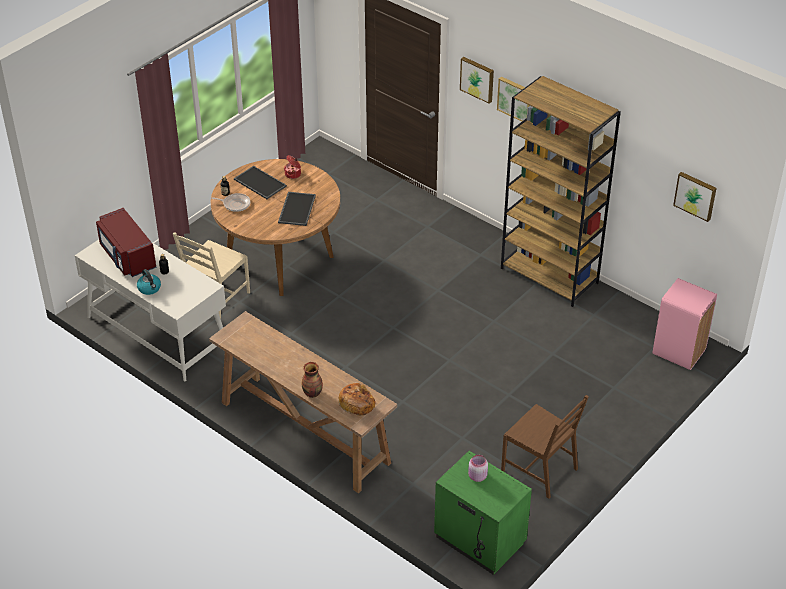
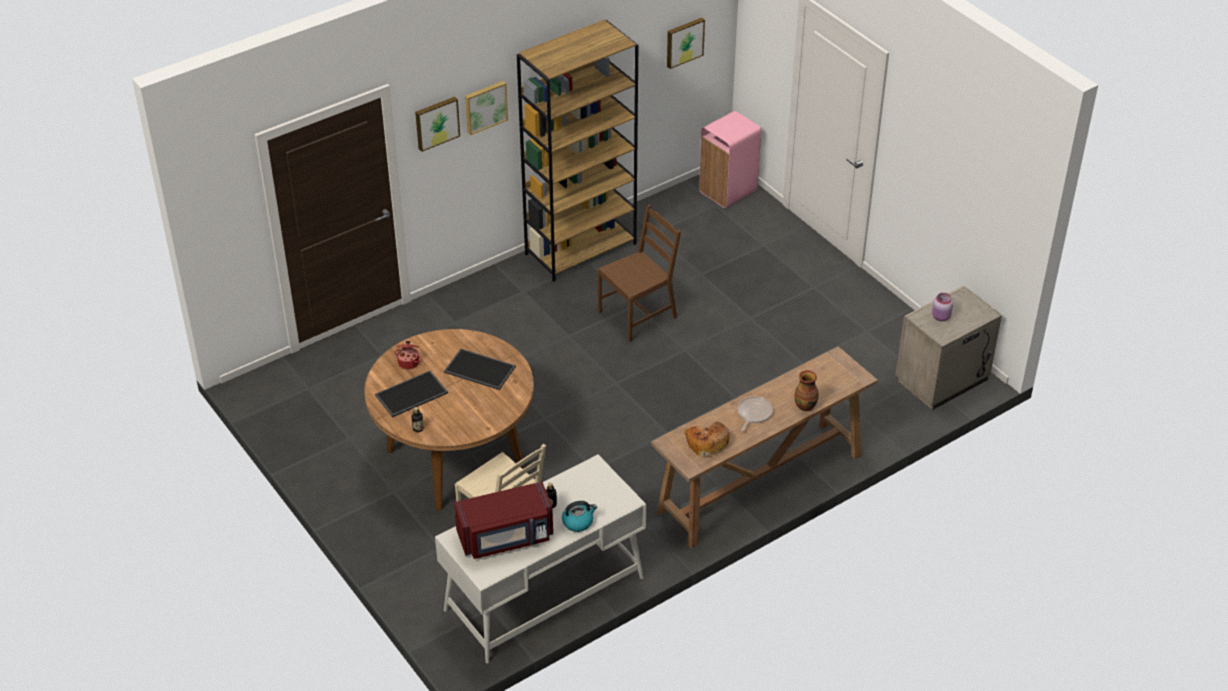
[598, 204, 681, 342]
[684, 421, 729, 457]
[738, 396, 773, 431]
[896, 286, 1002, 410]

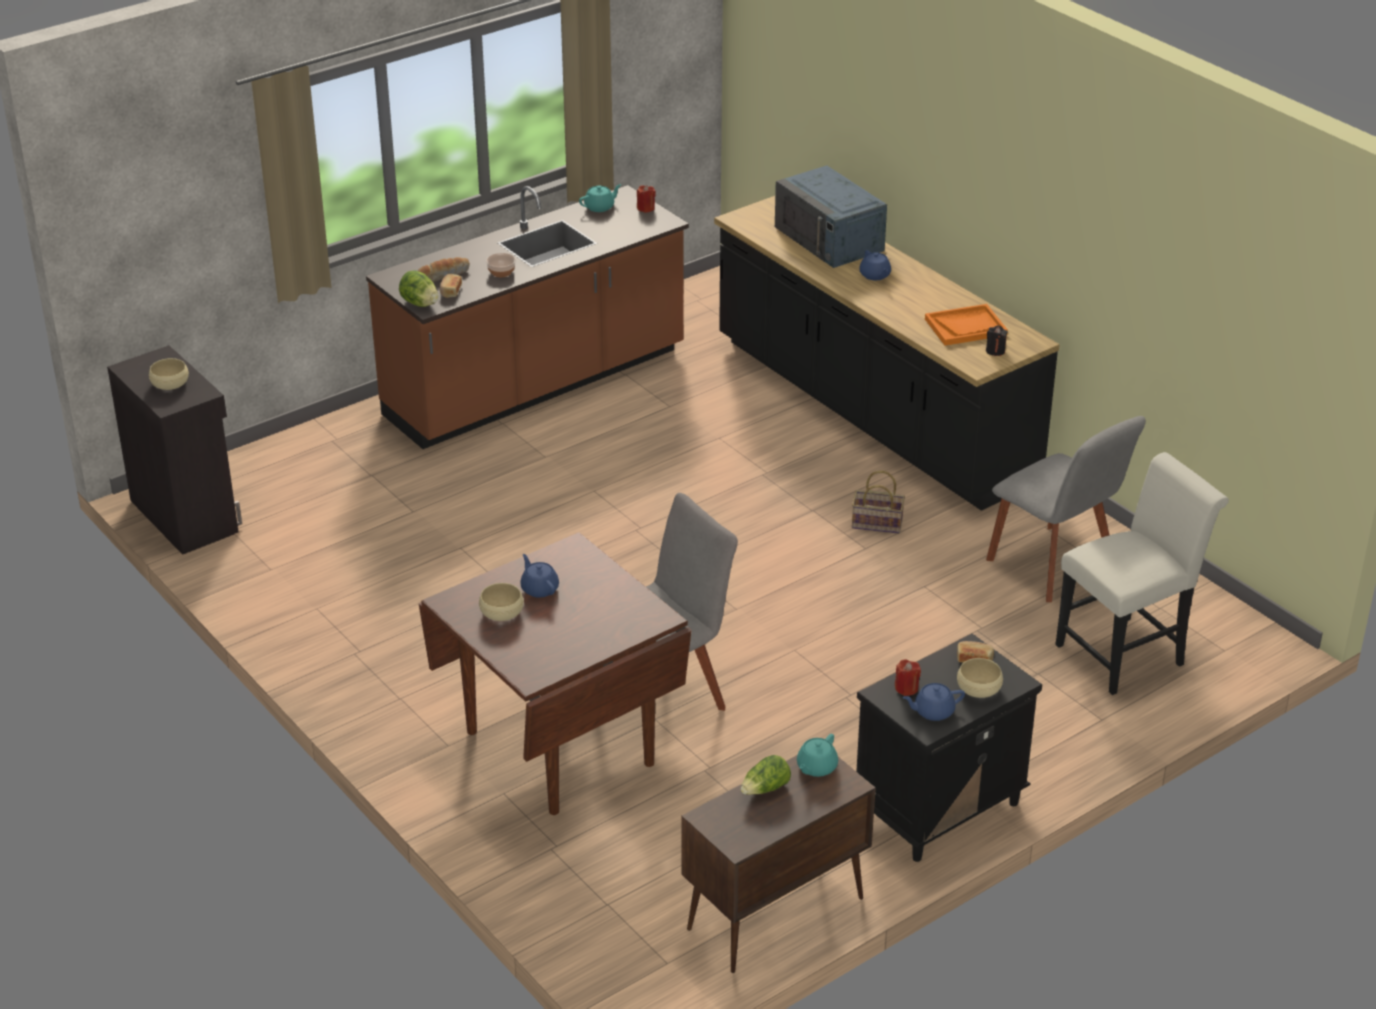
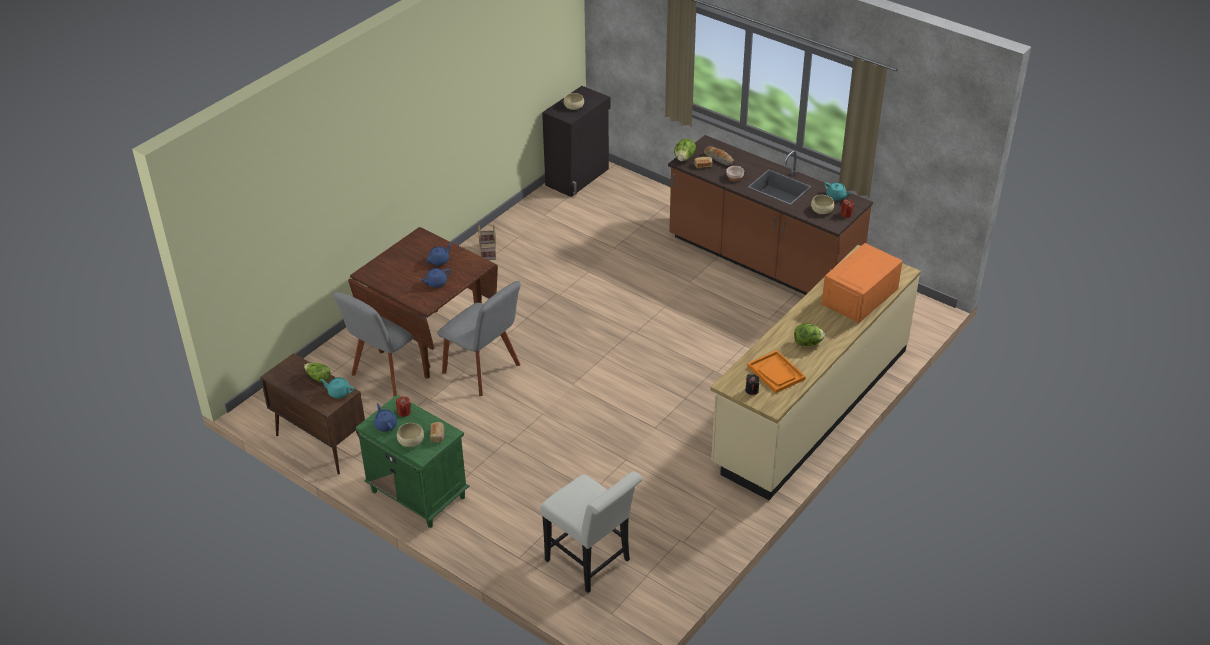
[333, 292, 430, 397]
[356, 394, 469, 528]
[420, 268, 450, 288]
[478, 225, 496, 260]
[710, 245, 921, 500]
[794, 323, 825, 346]
[811, 195, 834, 214]
[821, 243, 902, 323]

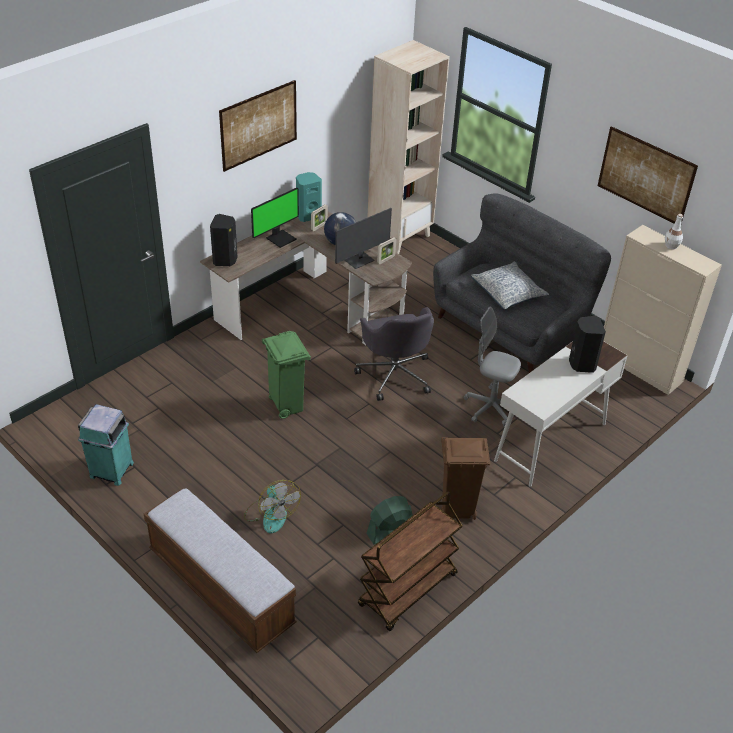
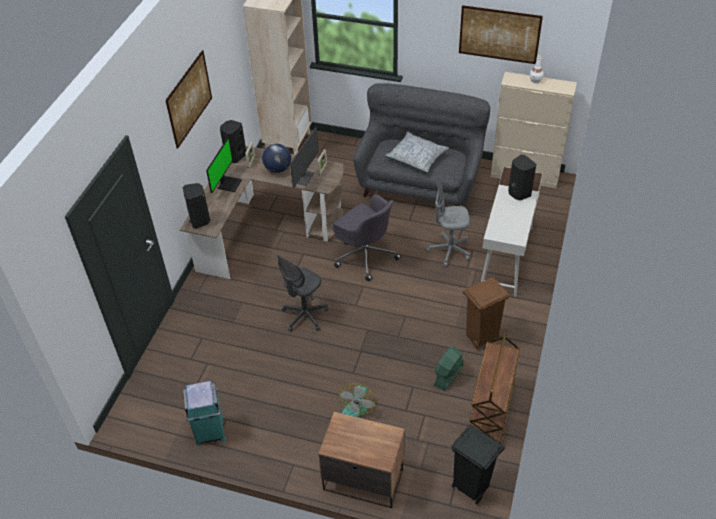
[220, 120, 246, 163]
[277, 255, 328, 332]
[318, 412, 405, 508]
[338, 383, 376, 417]
[451, 424, 505, 505]

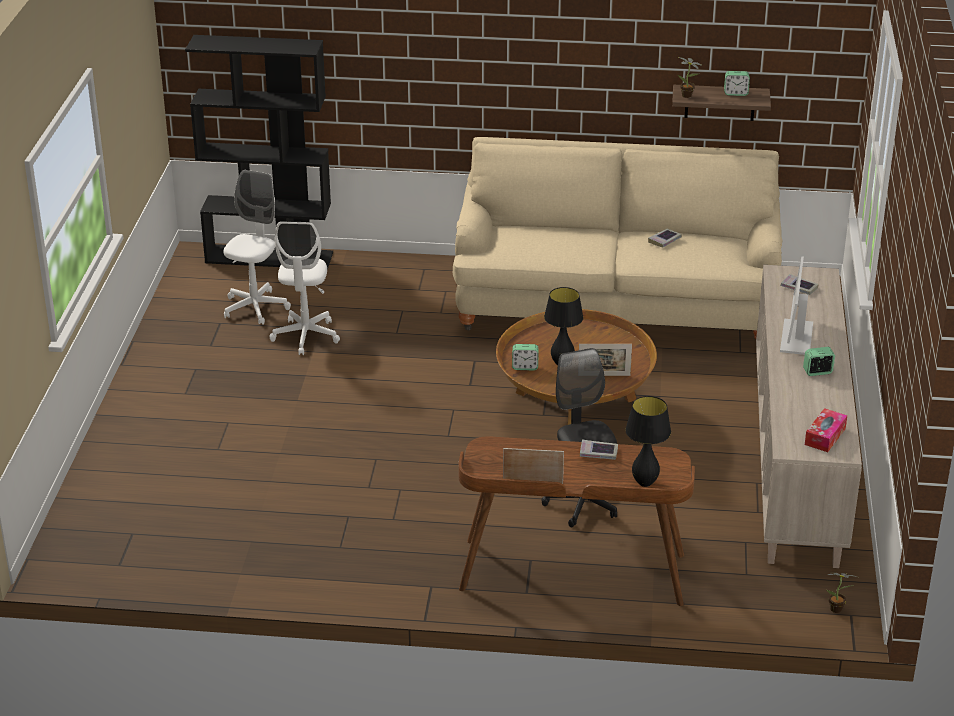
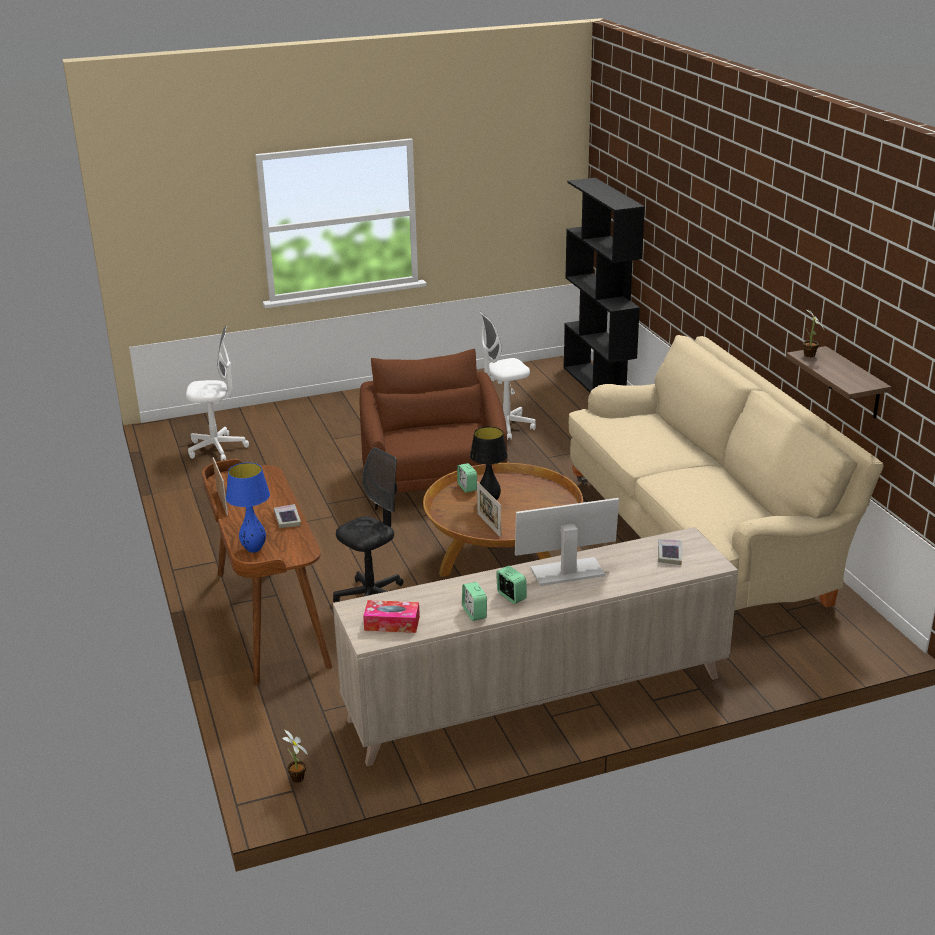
[186, 326, 249, 461]
[226, 462, 270, 553]
[359, 349, 507, 510]
[462, 582, 487, 621]
[648, 229, 682, 248] (first image)

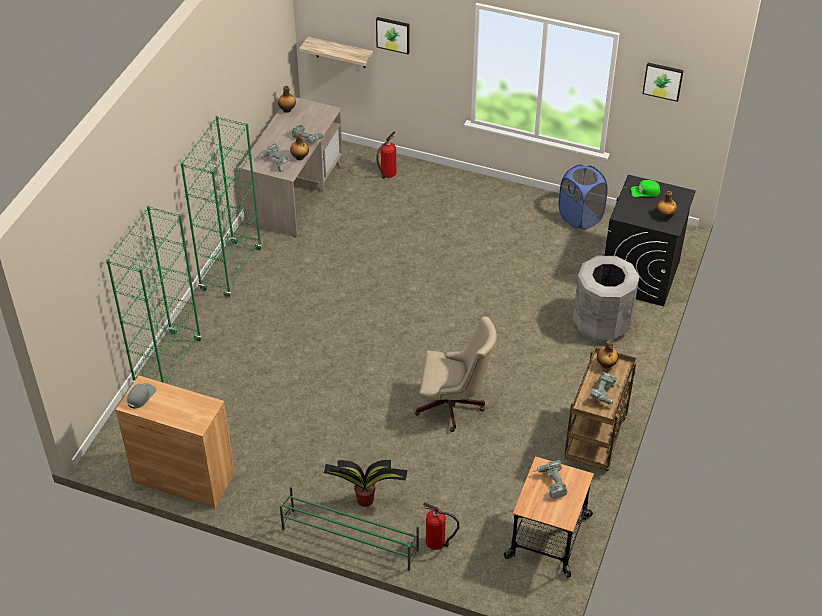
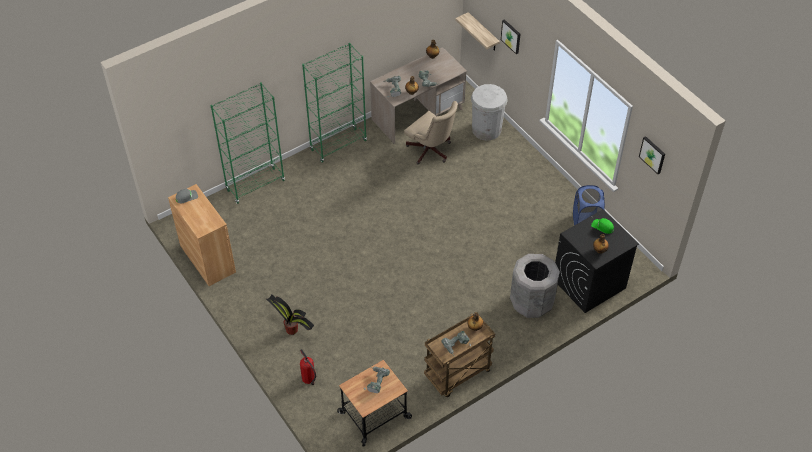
[404, 101, 458, 164]
[471, 84, 508, 141]
[279, 486, 419, 571] (first image)

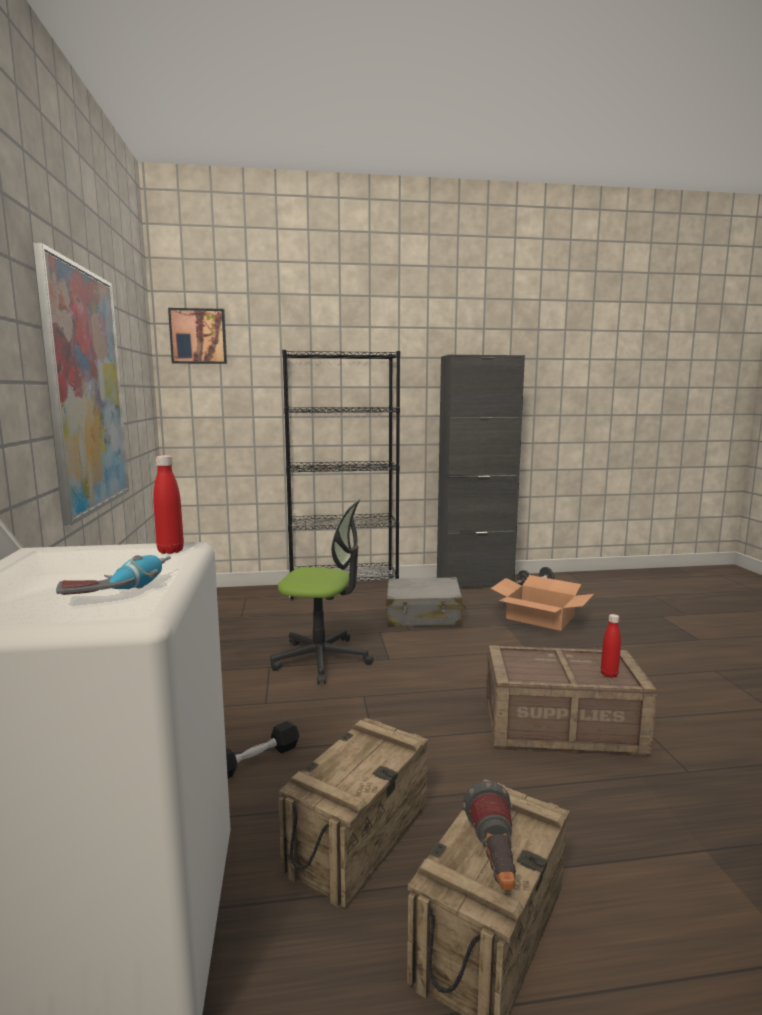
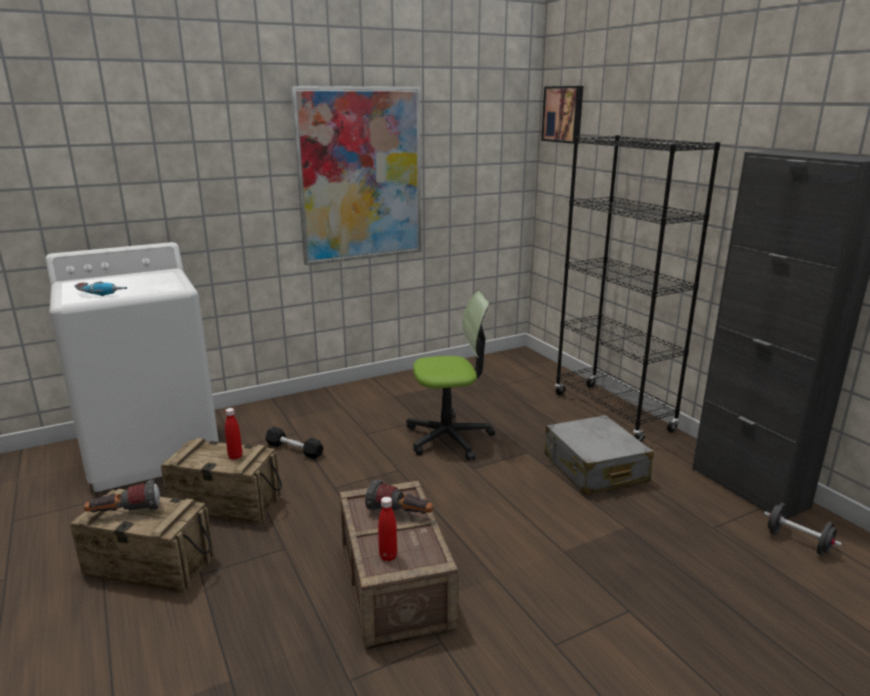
[225, 408, 243, 460]
[365, 479, 433, 514]
[406, 291, 495, 461]
[490, 575, 594, 631] (first image)

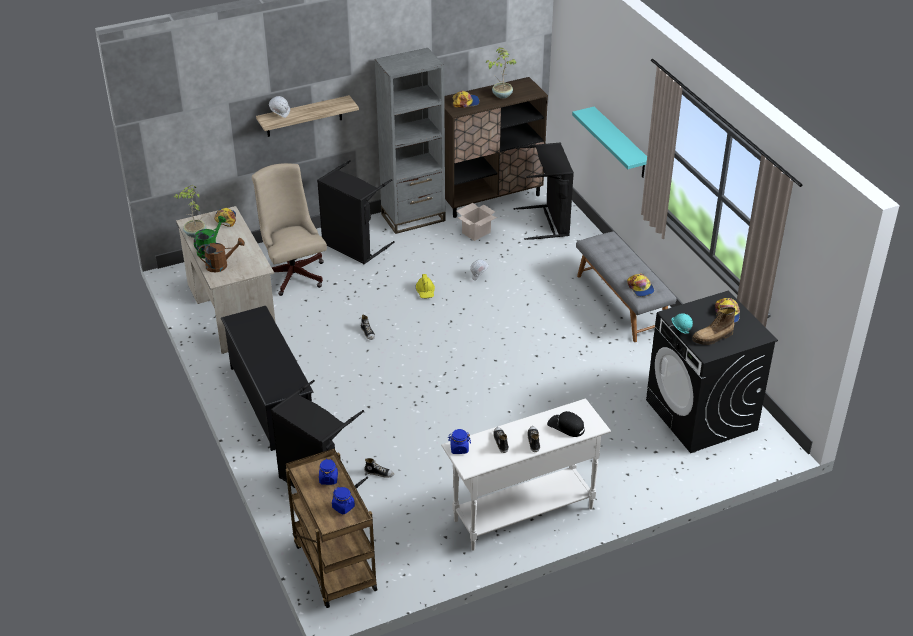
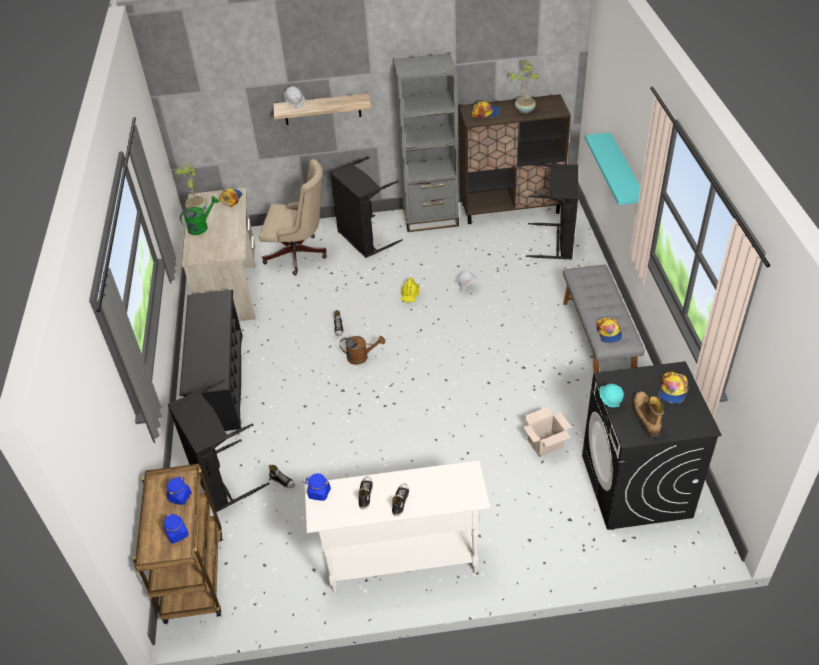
[259, 159, 327, 275]
[340, 336, 385, 365]
[523, 407, 571, 457]
[632, 391, 664, 438]
[547, 411, 585, 437] (first image)

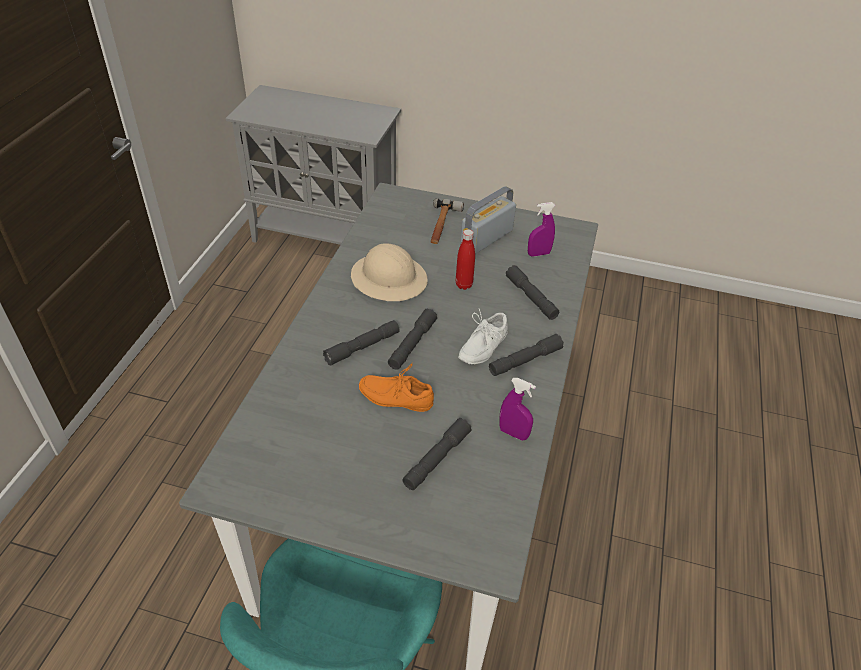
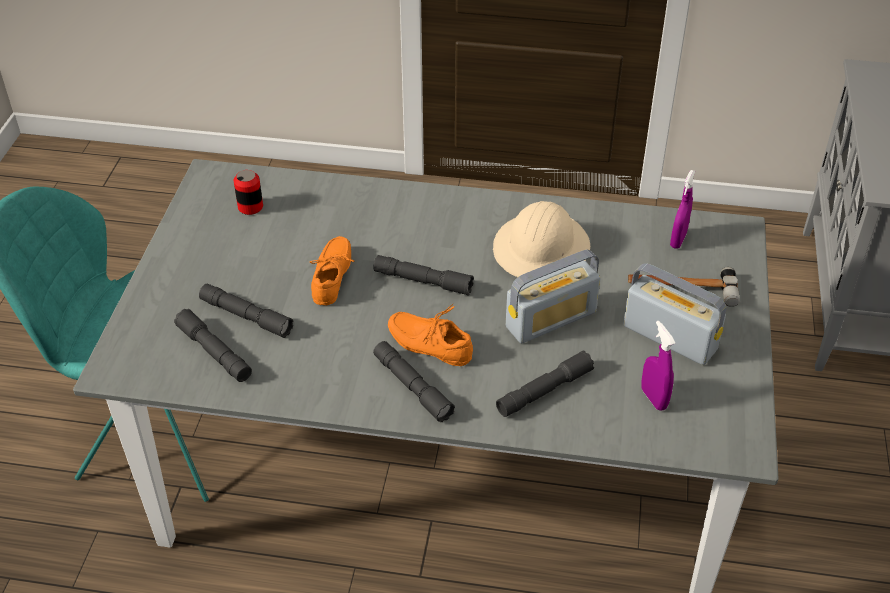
[174, 309, 252, 382]
[234, 170, 263, 215]
[388, 303, 473, 366]
[506, 249, 601, 343]
[670, 170, 695, 249]

